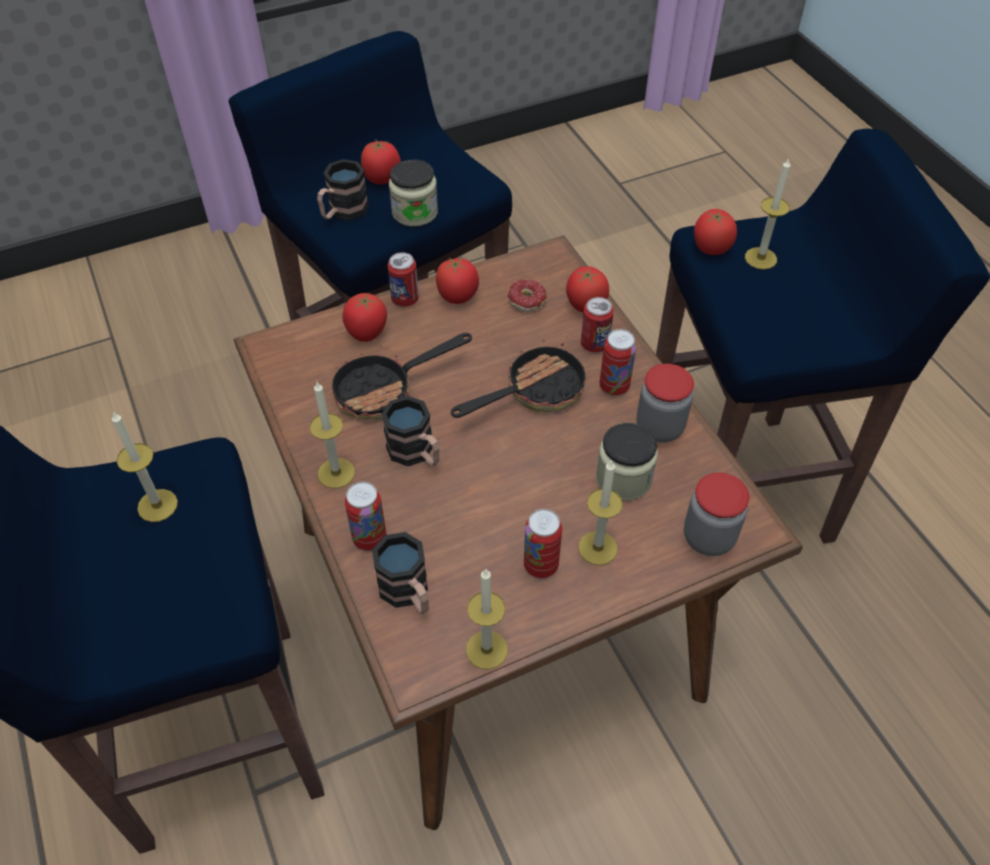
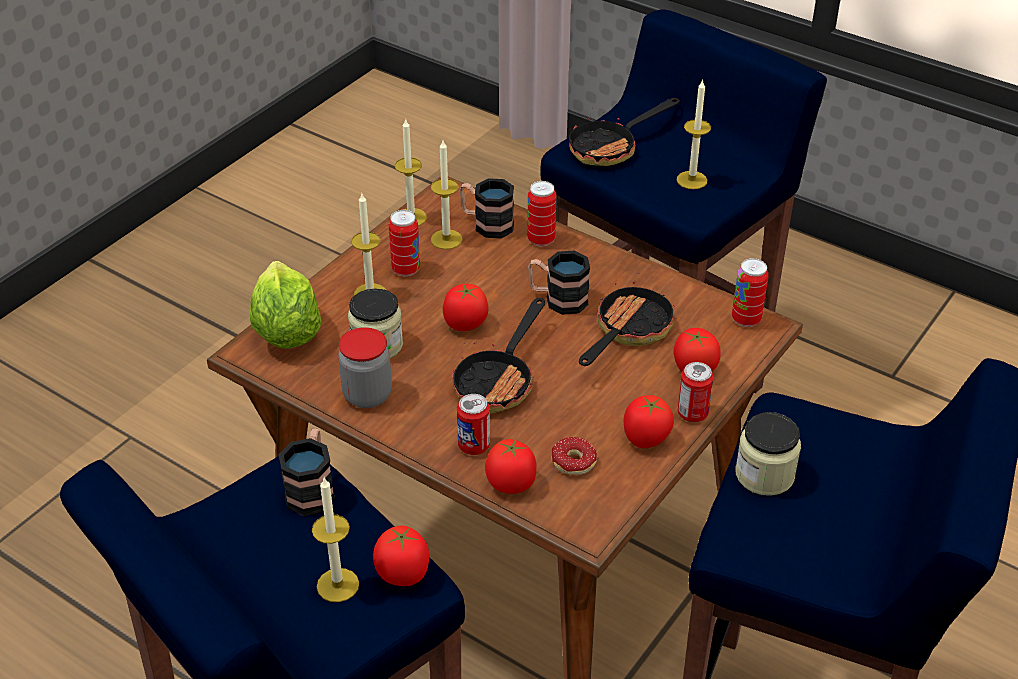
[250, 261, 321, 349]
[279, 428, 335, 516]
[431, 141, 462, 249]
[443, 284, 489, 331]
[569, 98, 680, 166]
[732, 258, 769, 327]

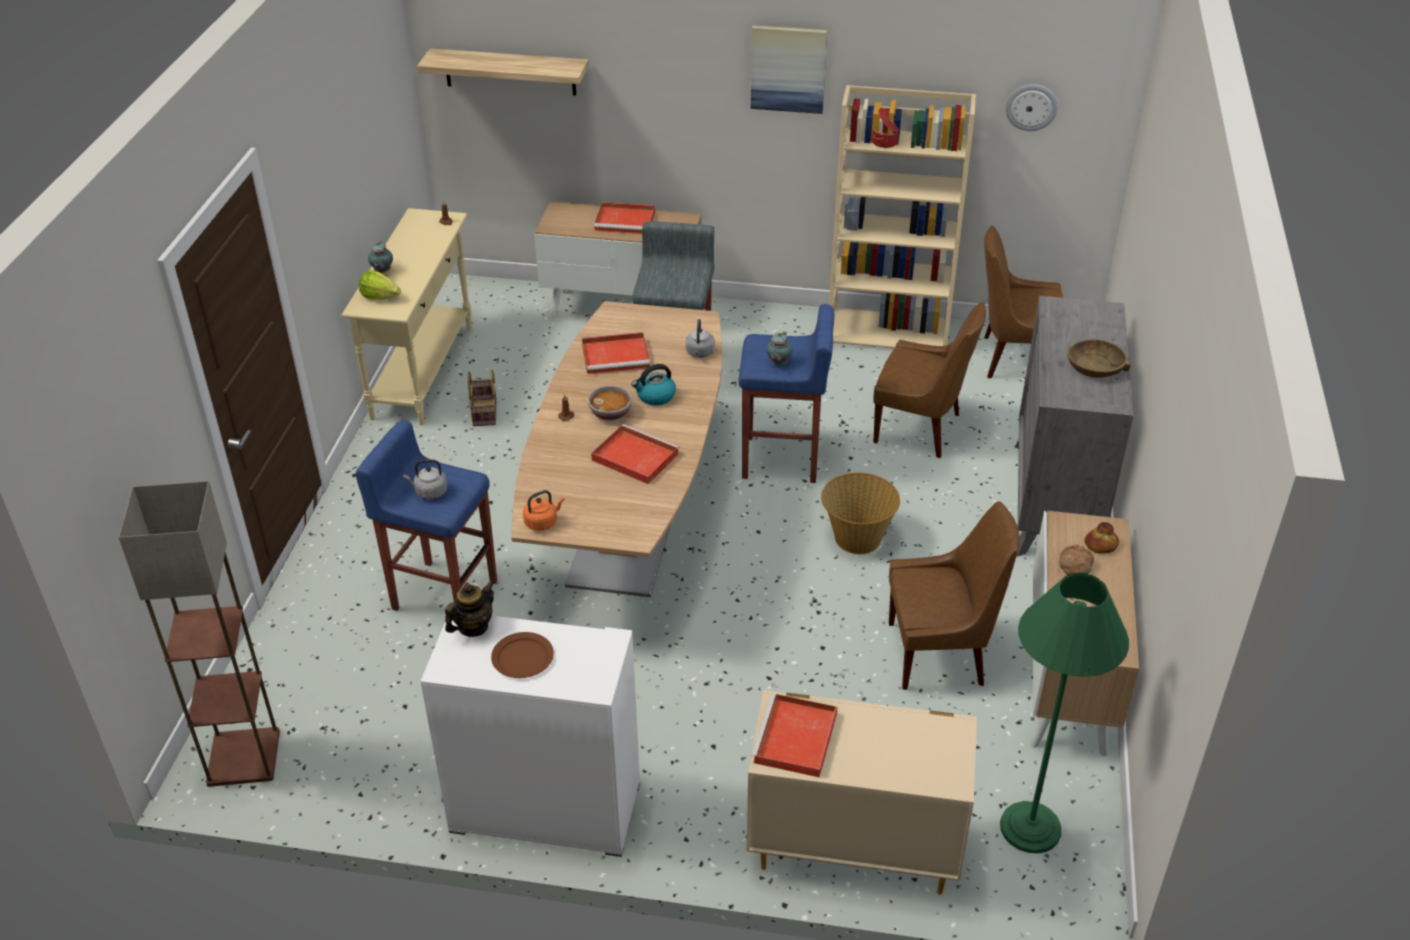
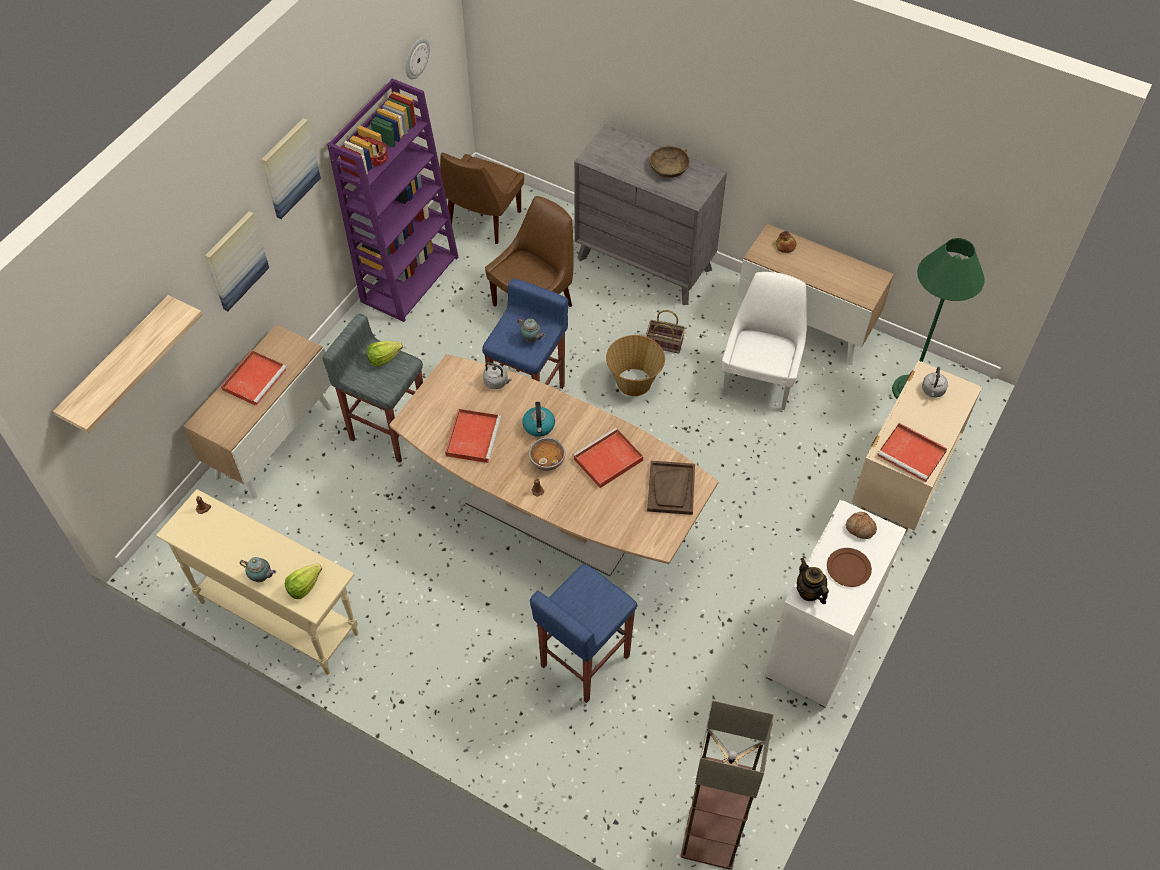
[205, 211, 269, 311]
[327, 78, 459, 322]
[367, 341, 403, 367]
[646, 310, 685, 354]
[647, 461, 695, 515]
[722, 272, 807, 410]
[846, 512, 877, 539]
[922, 367, 948, 397]
[523, 490, 565, 531] (first image)

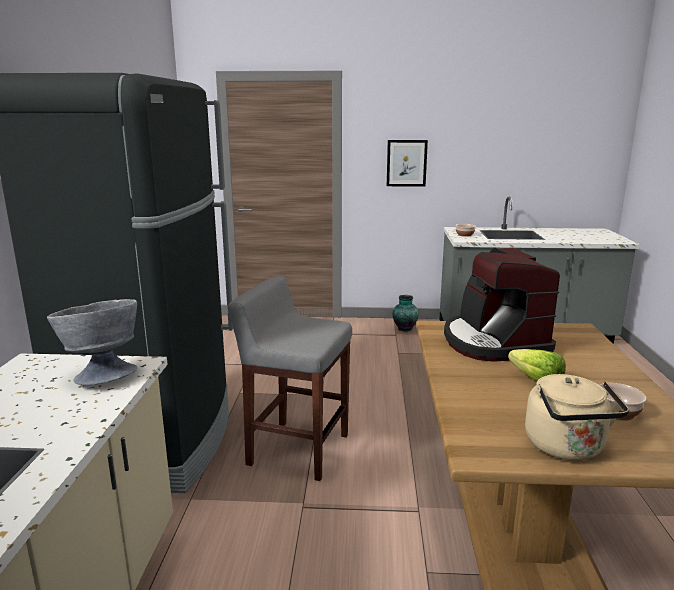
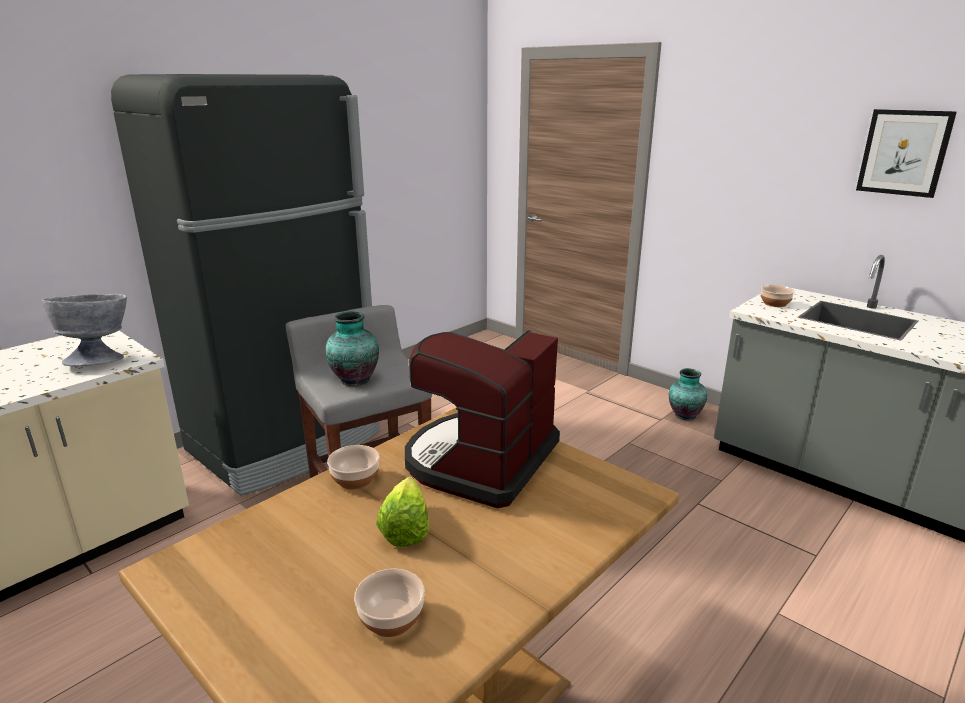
[326, 311, 379, 386]
[327, 445, 380, 490]
[856, 109, 957, 198]
[525, 374, 629, 461] (first image)

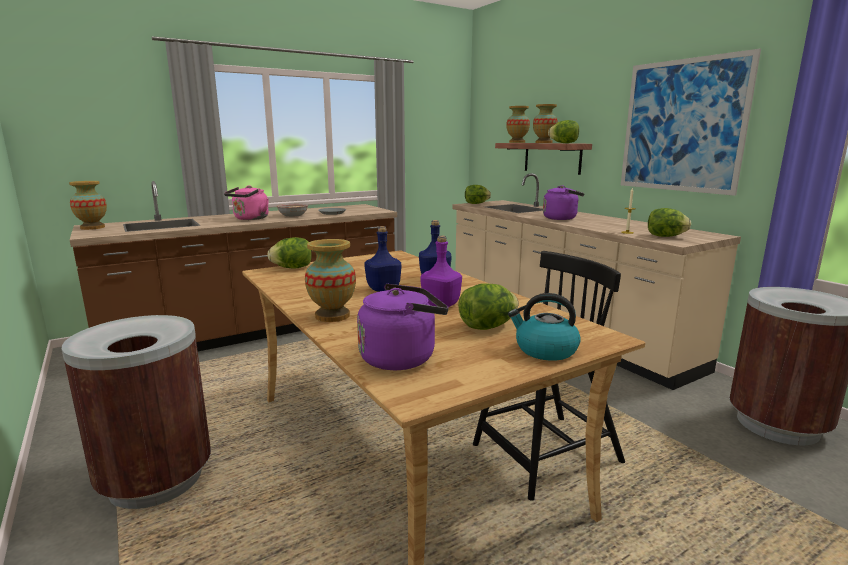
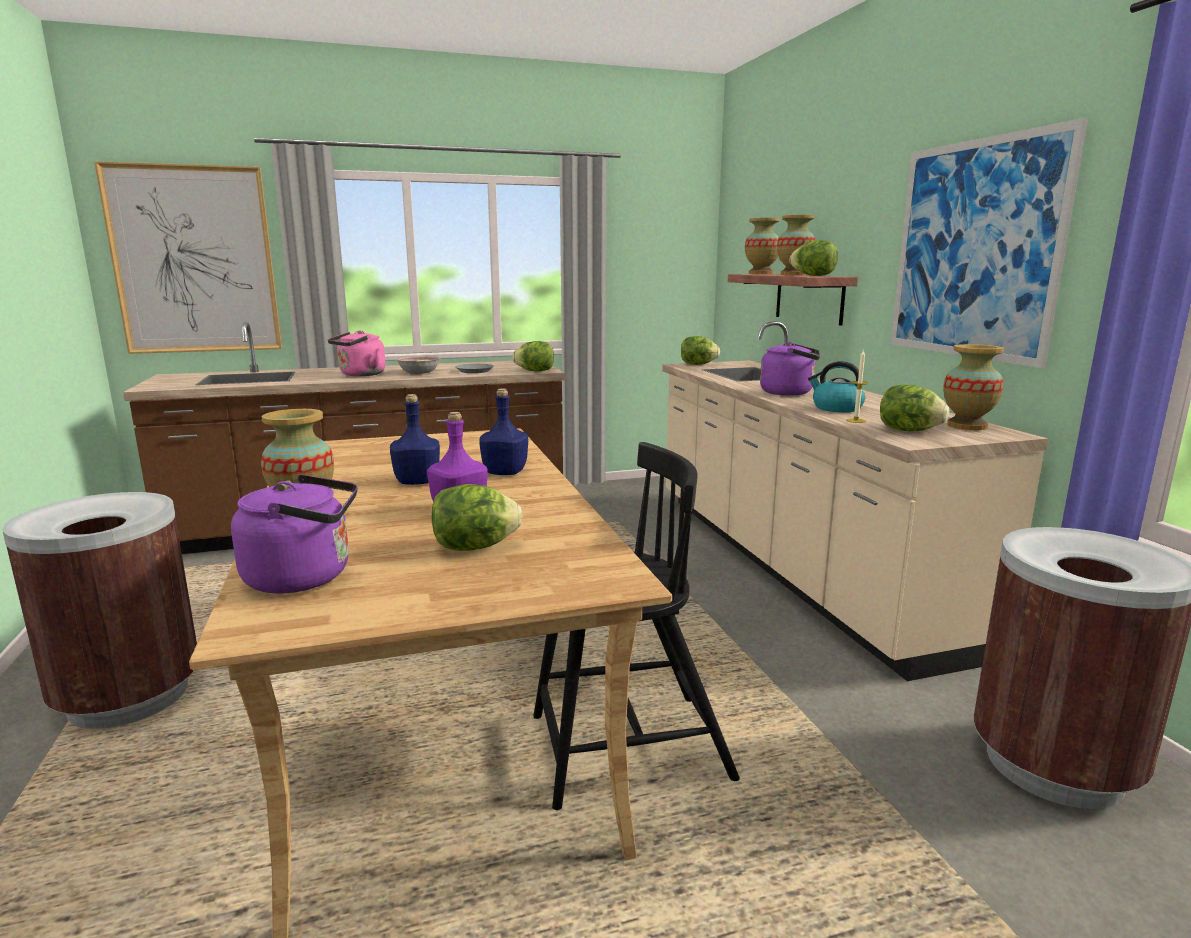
[94, 161, 282, 354]
[512, 341, 554, 372]
[808, 361, 865, 412]
[943, 344, 1004, 430]

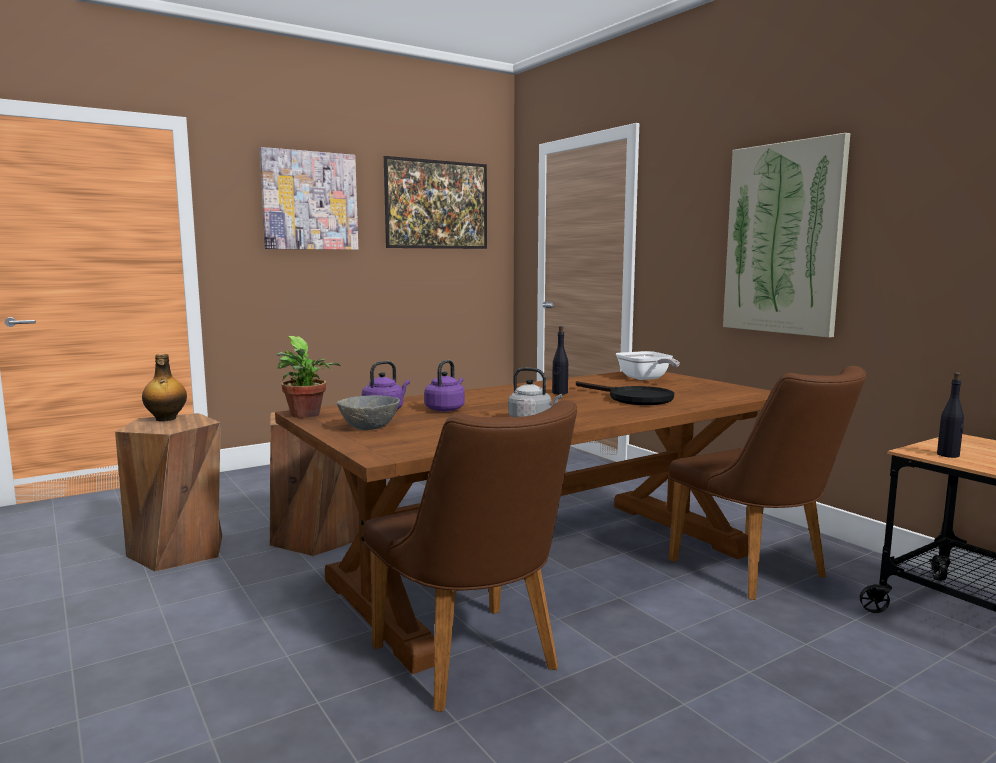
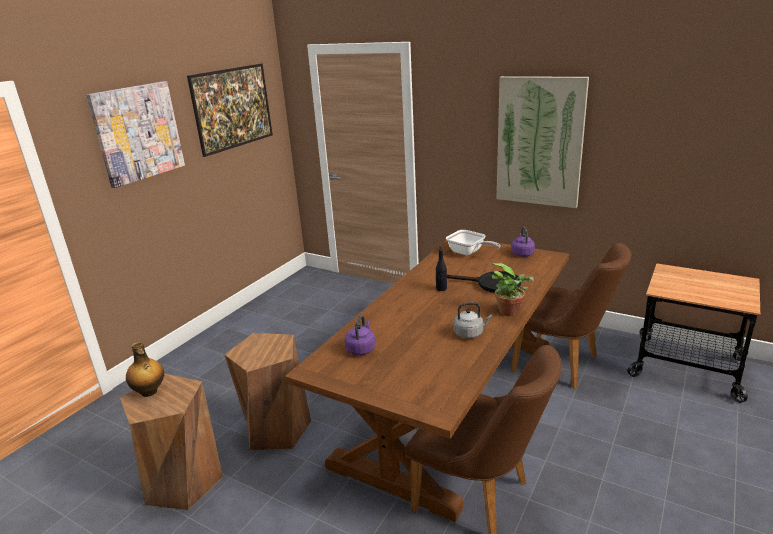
[491, 263, 534, 316]
[511, 227, 535, 257]
[337, 395, 400, 430] (first image)
[937, 372, 964, 458] (first image)

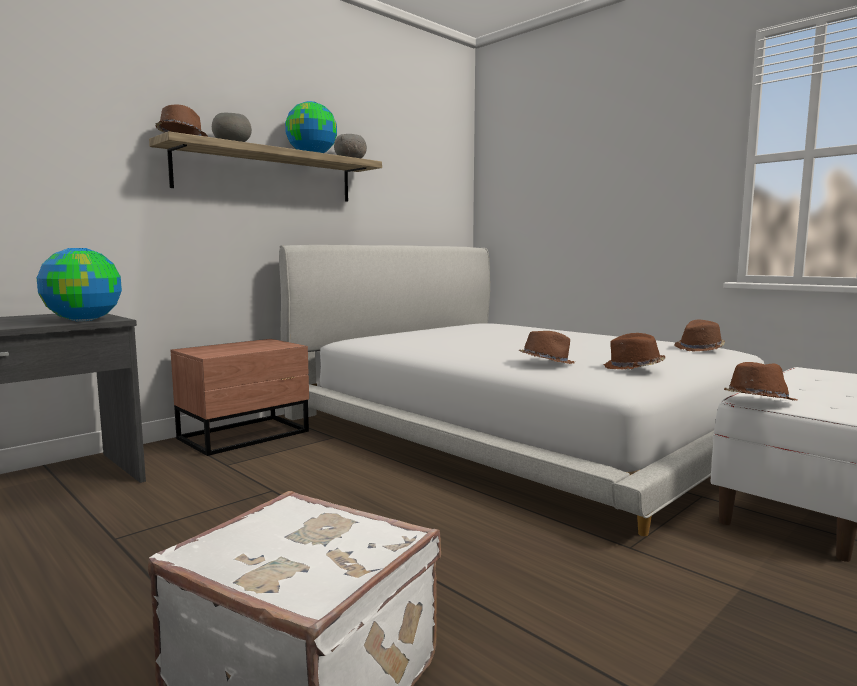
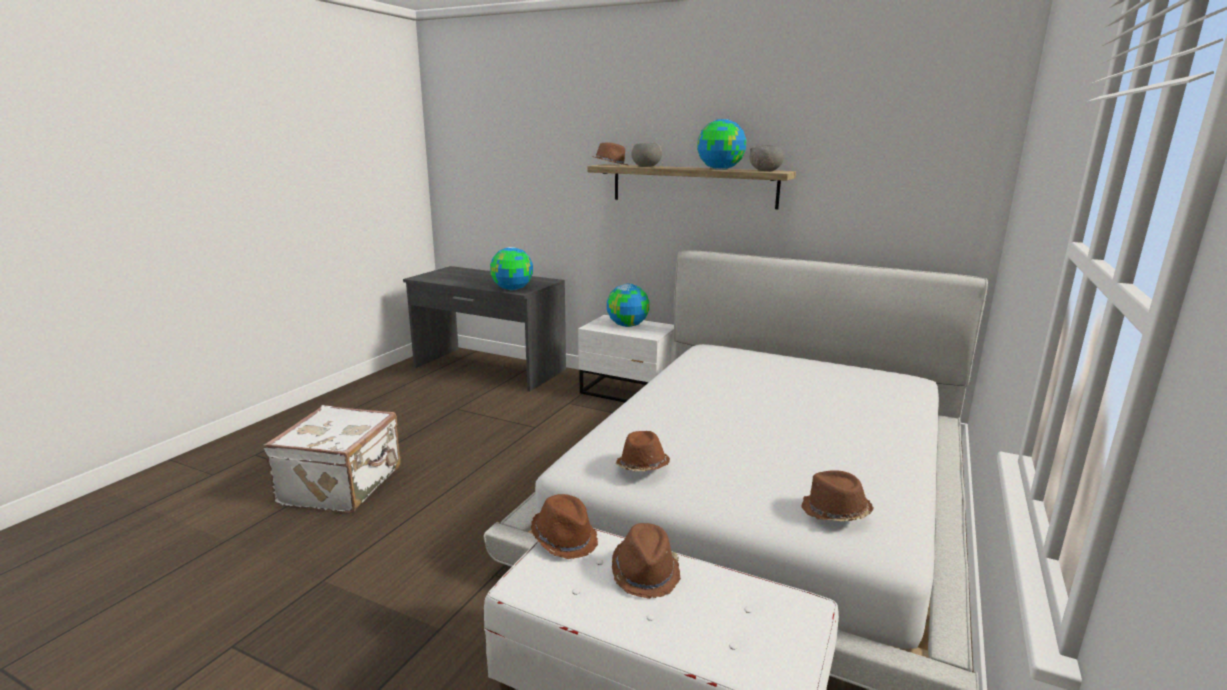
[578, 315, 676, 403]
[607, 284, 650, 327]
[612, 523, 681, 599]

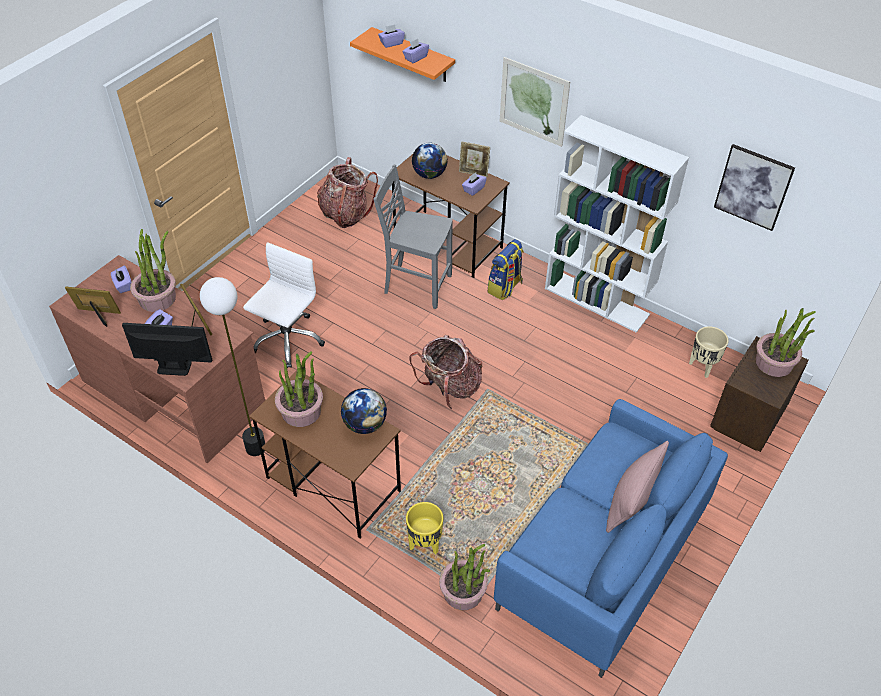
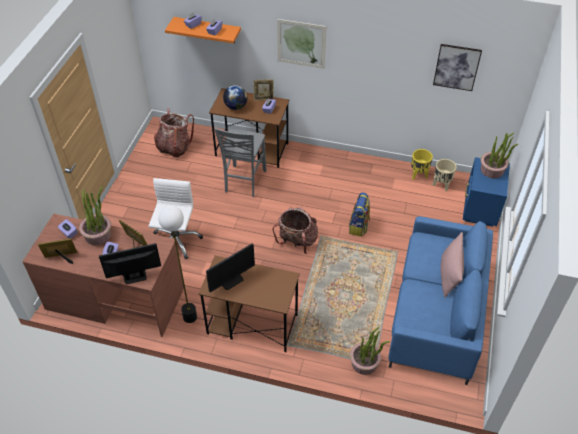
[206, 243, 255, 292]
[215, 128, 266, 197]
[349, 192, 370, 236]
[411, 149, 433, 180]
[463, 157, 510, 227]
[341, 388, 387, 434] (first image)
[545, 115, 689, 333] (first image)

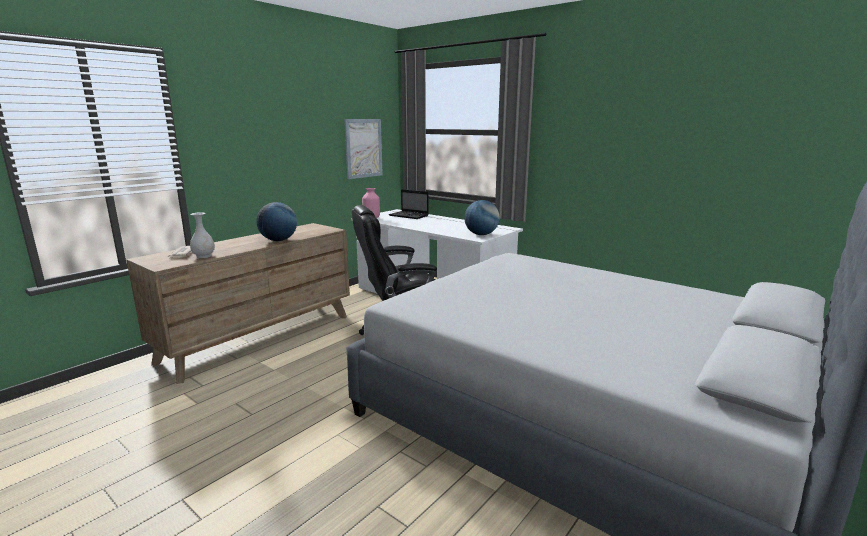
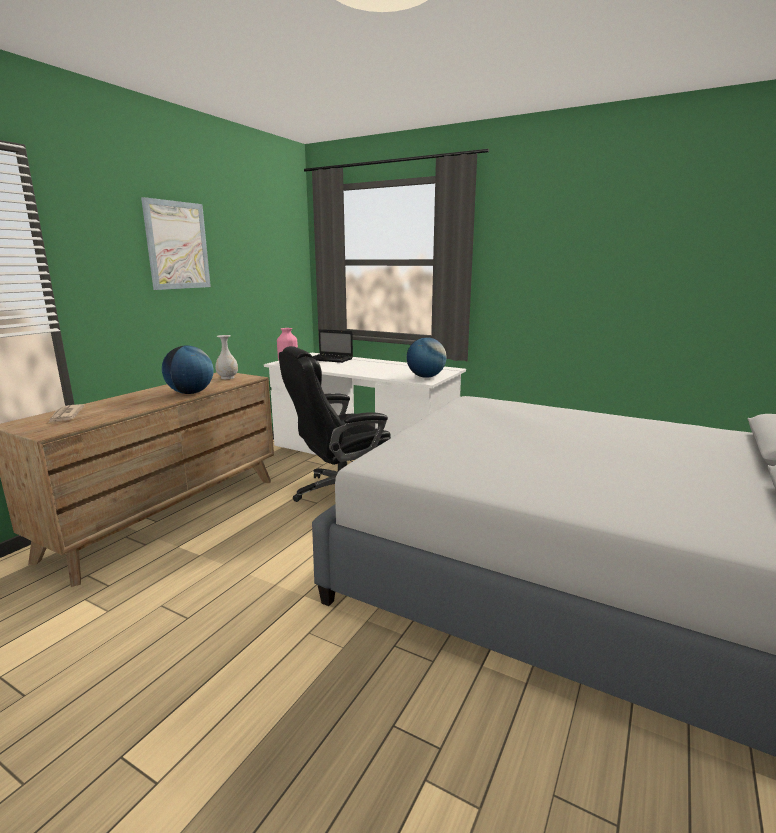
[141, 197, 211, 290]
[215, 335, 238, 379]

